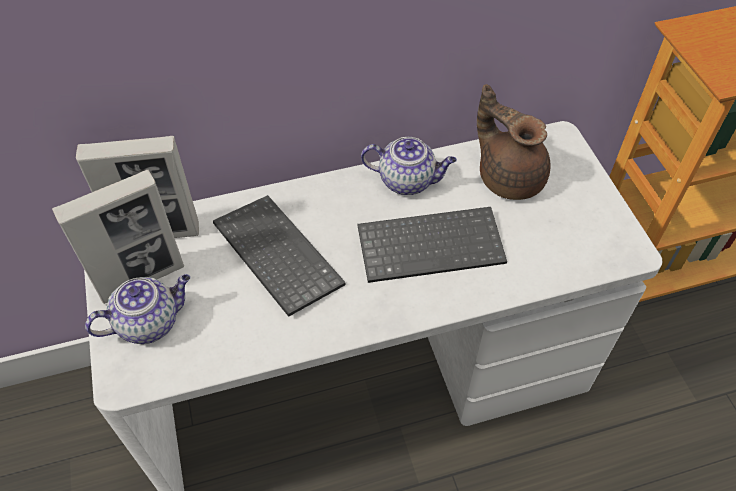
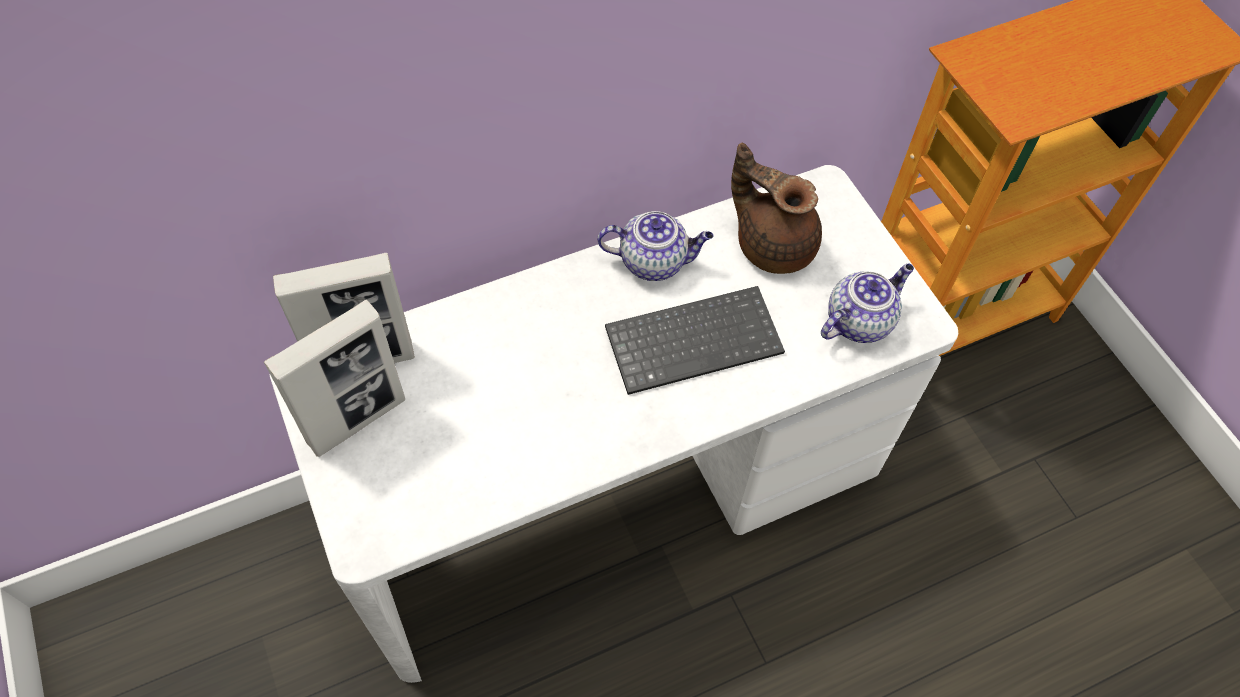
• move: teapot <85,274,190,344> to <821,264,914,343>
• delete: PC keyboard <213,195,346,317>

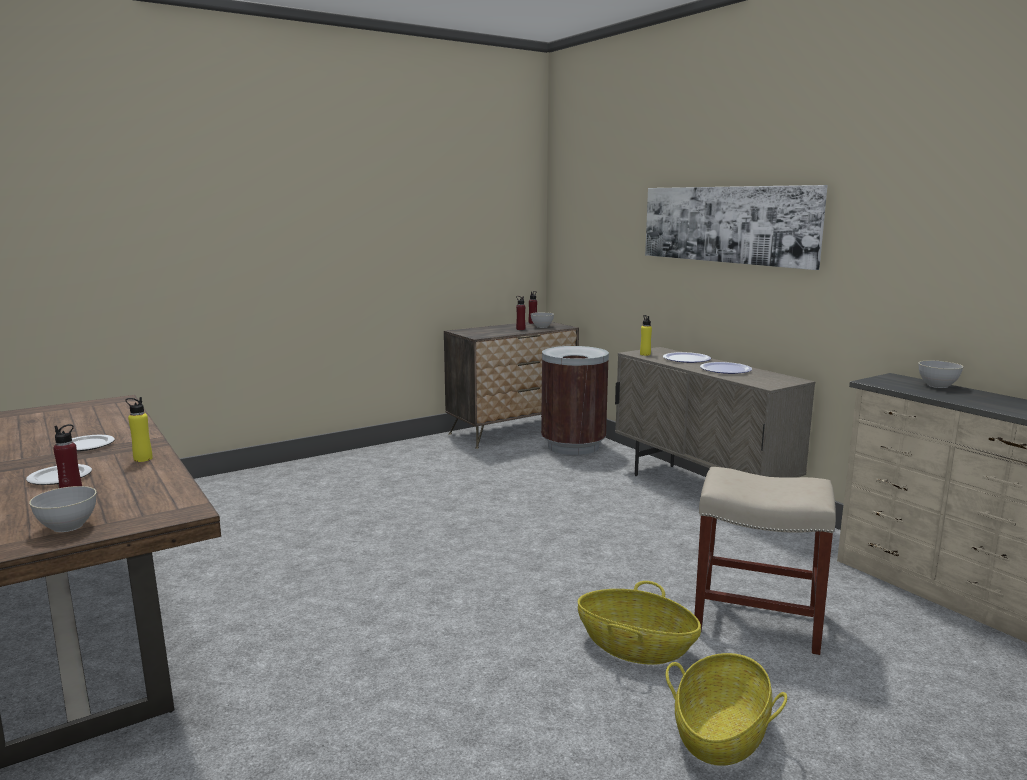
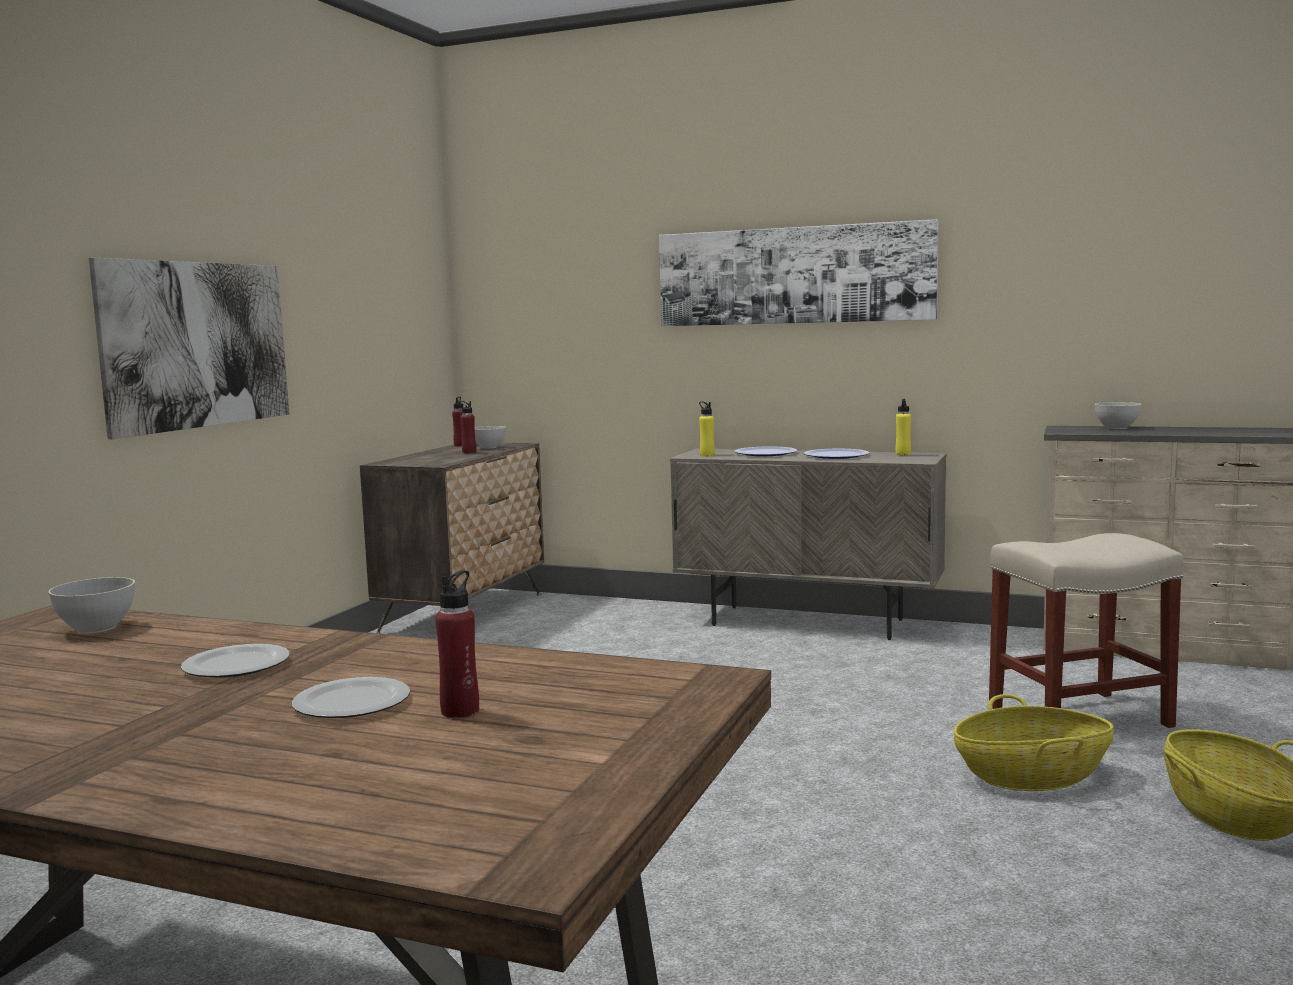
• move: bowl (gray) <29,486,96,532> to <48,577,135,633>
• move: beverage bottle (yellow) <125,397,152,462> to <895,399,911,455>
• delete: trash can (brown) <541,346,609,455>
• insert: wall art <89,258,289,439>

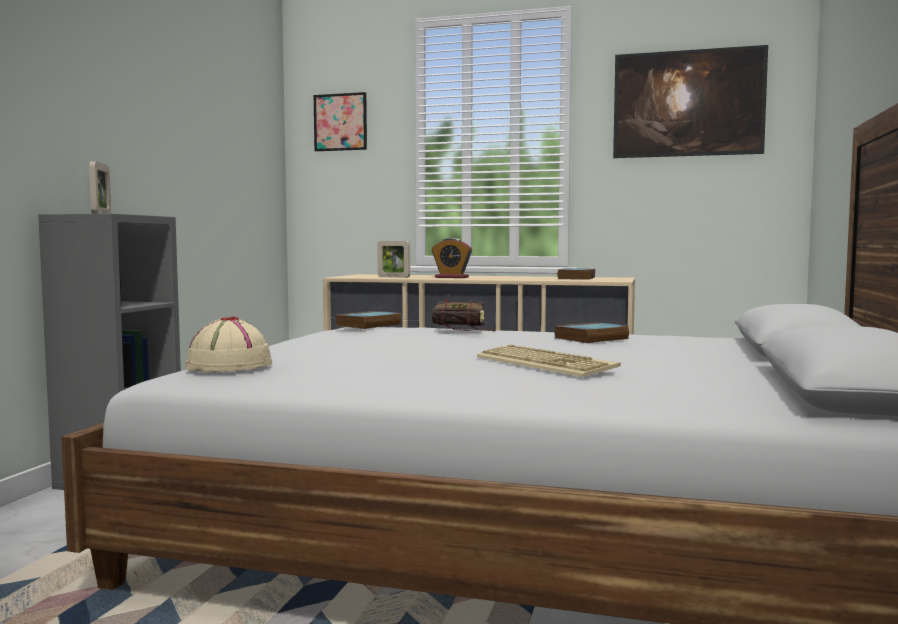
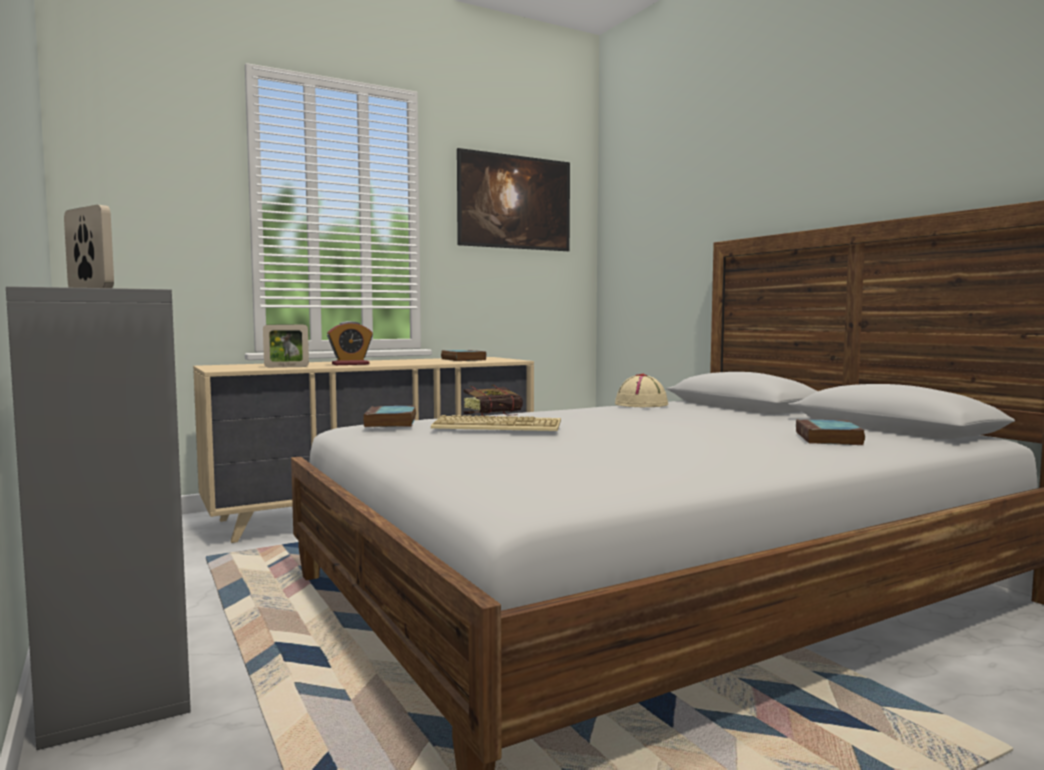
• move: wearable hat (sand-coloured) <185,316,272,372> to <615,374,668,407>
• delete: wall art <314,92,367,151>
• move: PC keyboard <477,345,621,377> to <431,415,561,431>
• move: bound book <555,322,629,343> to <796,419,865,445>

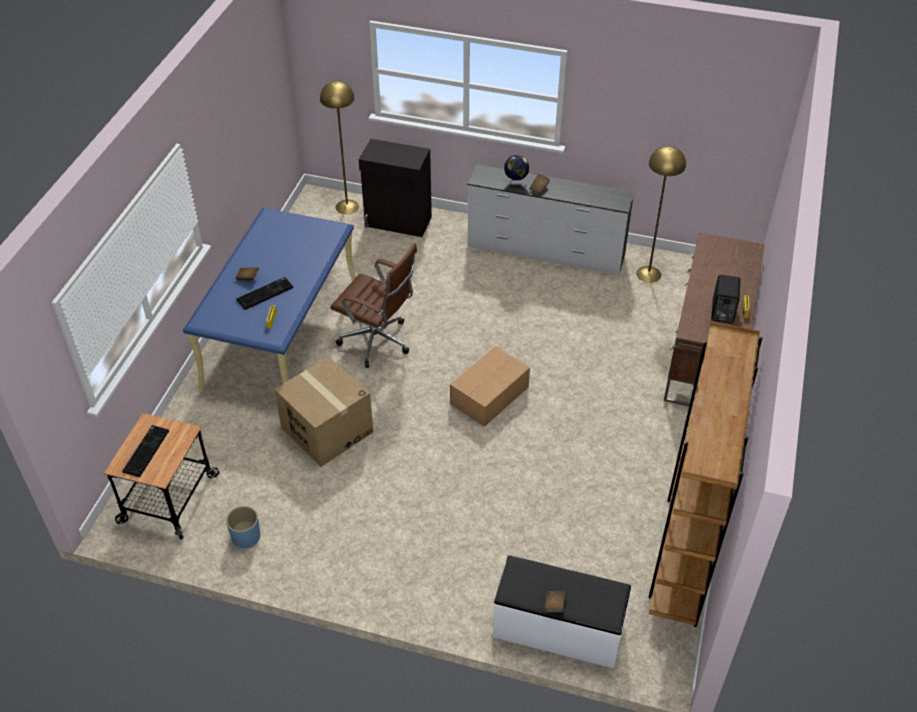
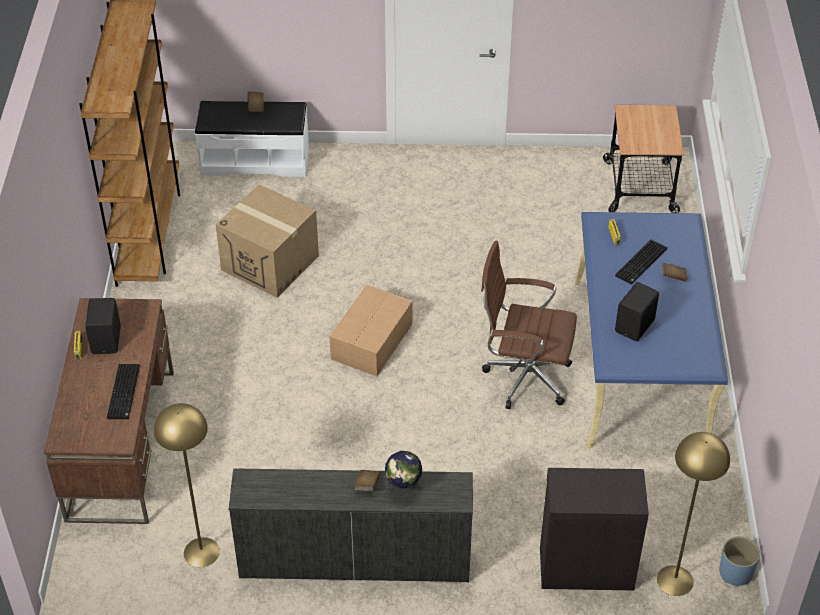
• move: PC keyboard <122,425,169,477> to <107,364,140,419>
• move: plant pot (bluish) <226,506,260,548> to <719,536,760,586>
• move: cardboard box <274,356,373,467> to <216,184,319,298>
• insert: speaker (black-coloured) <615,282,659,341>

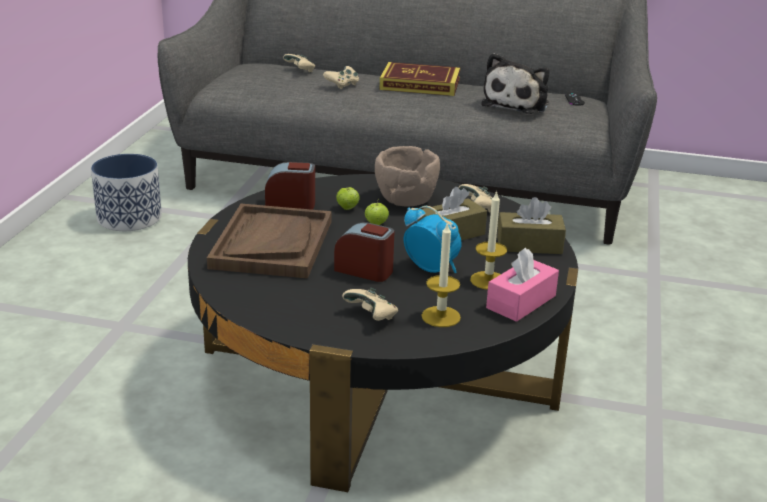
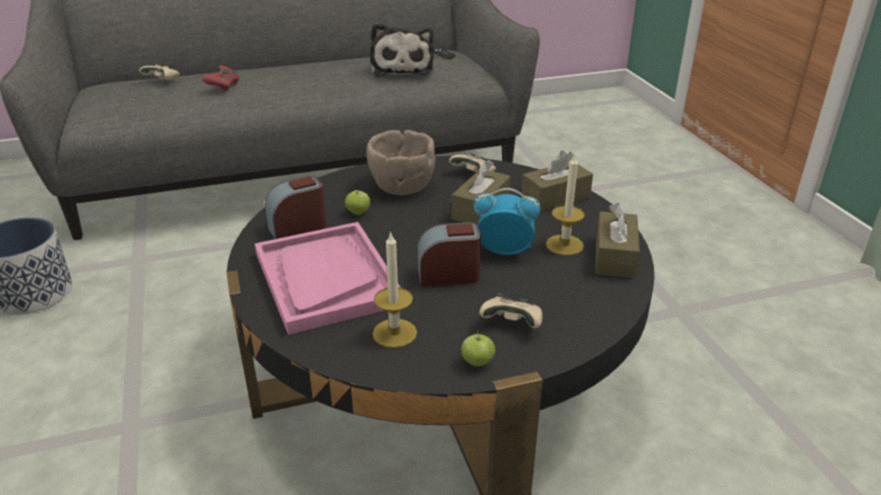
• recolor: tray (brown) <207,204,332,279> to tray (pinkish) <255,222,400,335>
• recolor: game controller (sand-coloured) <323,66,359,89> to game controller (reddish) <202,66,240,91>
• move: whole apple <365,201,389,225> to <461,331,495,366>
• delete: bound book <379,62,460,96>
• move: wax candle <422,222,461,327> to <373,231,417,348>
• recolor: tissue holder (pinkish) <486,247,559,322> to tissue holder (brown) <595,203,640,278>

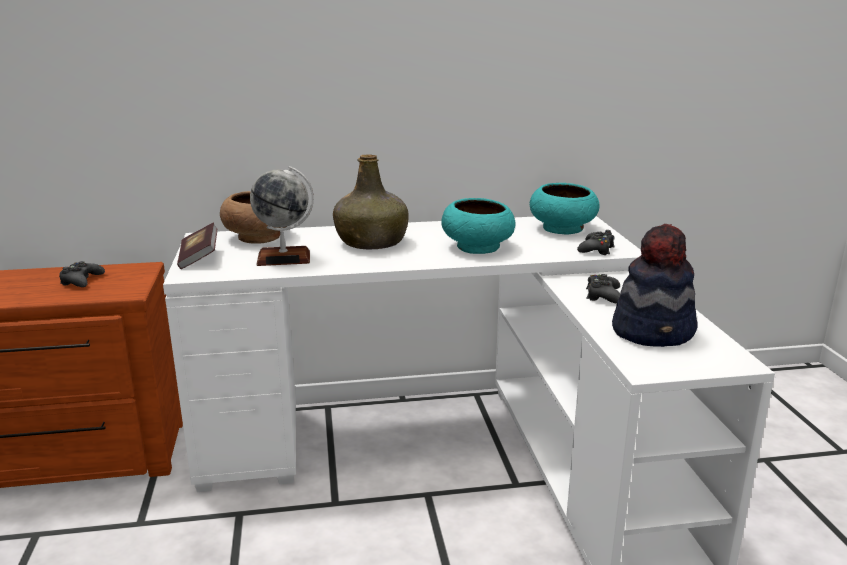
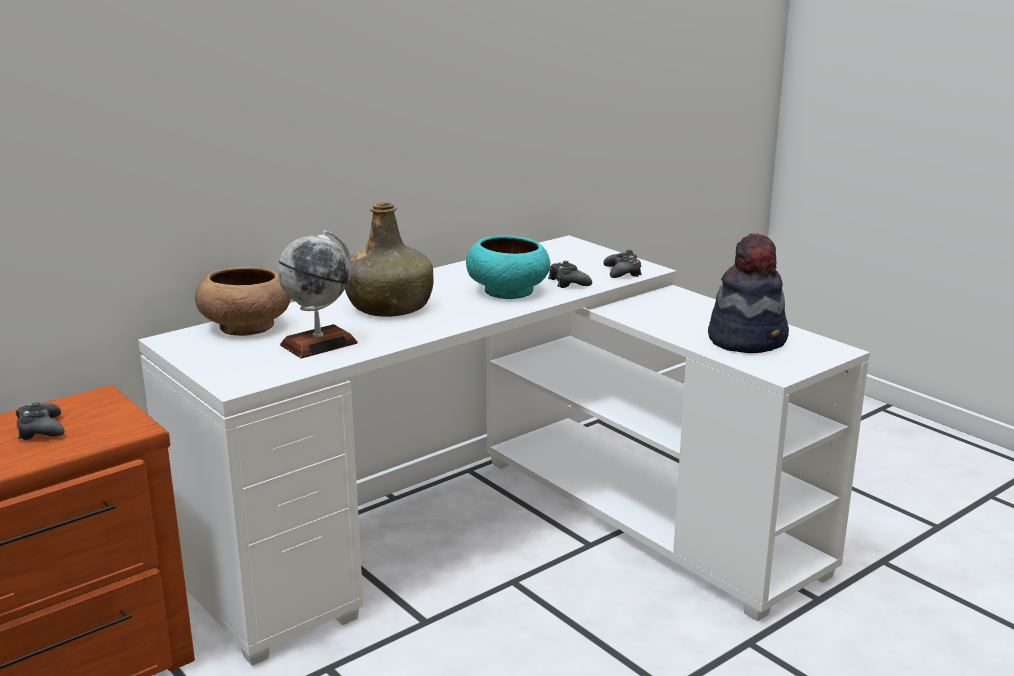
• delete: bound book <177,222,217,269>
• delete: bowl (turquoise) <530,183,600,234>
• move: game controller (black-coloured) <586,274,620,304> to <548,261,592,288>

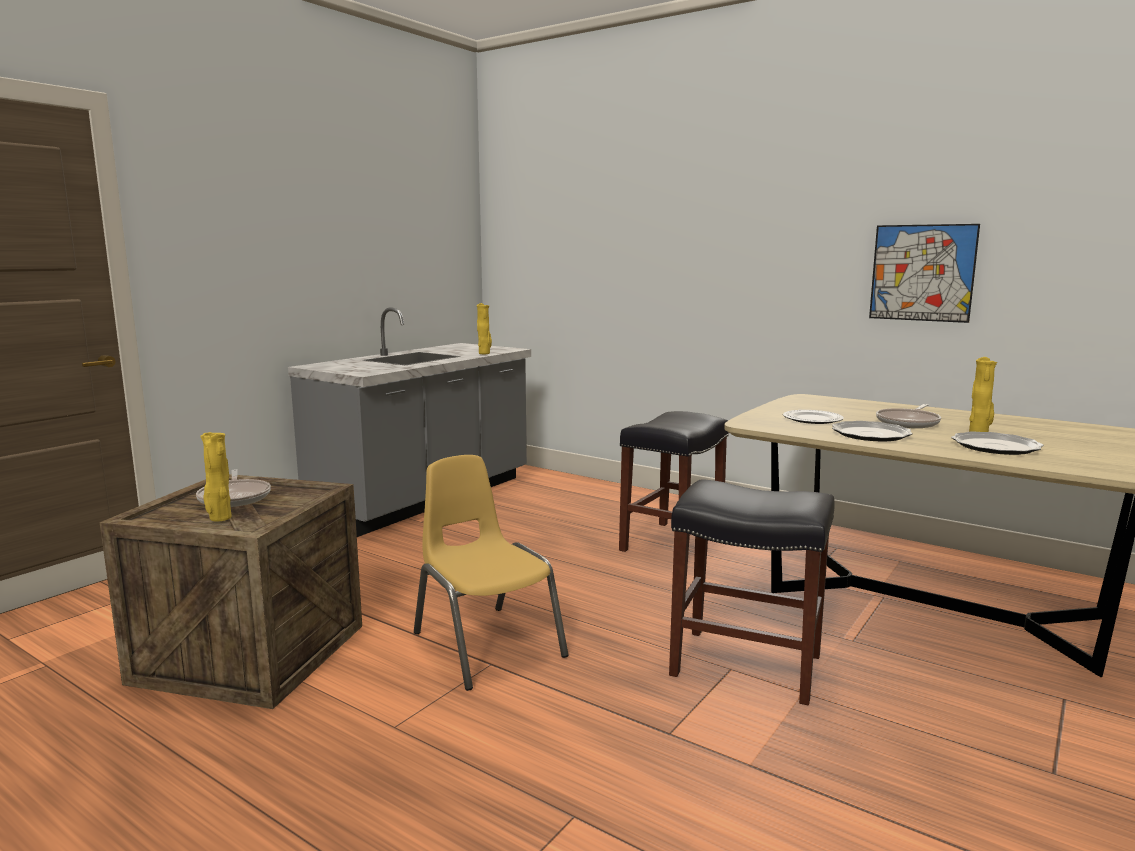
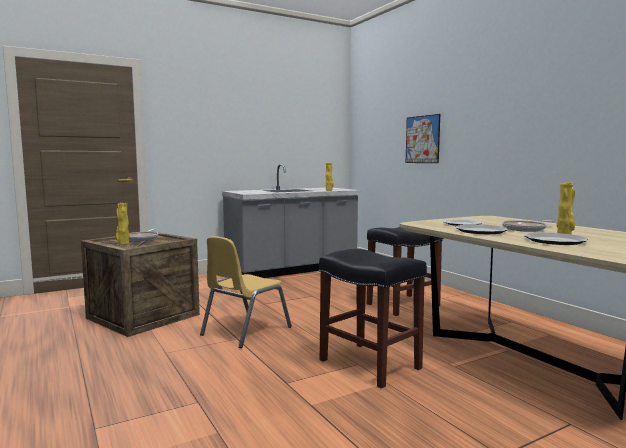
• rotate: plain chair (yellow) <414,455,568,691> = <200,236,292,348> 135 degrees counterclockwise
• move: wall art <869,224,980,323> to <406,114,440,163>

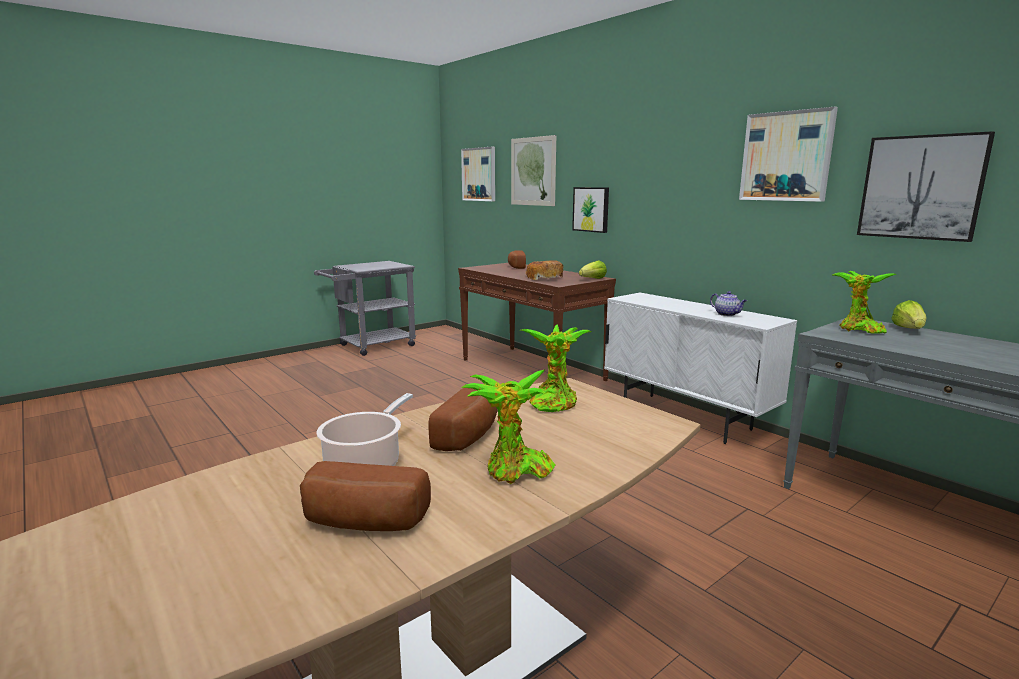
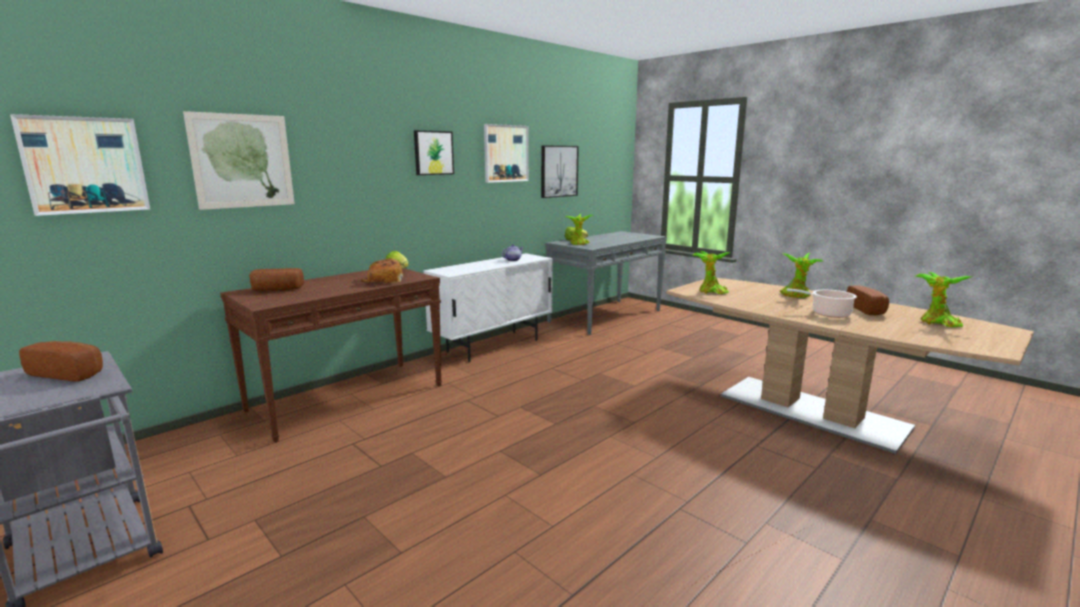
• move: bread <429,388,498,451> to <19,341,103,382>
• move: wall art <572,187,609,233> to <414,130,454,175>
• insert: potted plant <916,272,972,327>

